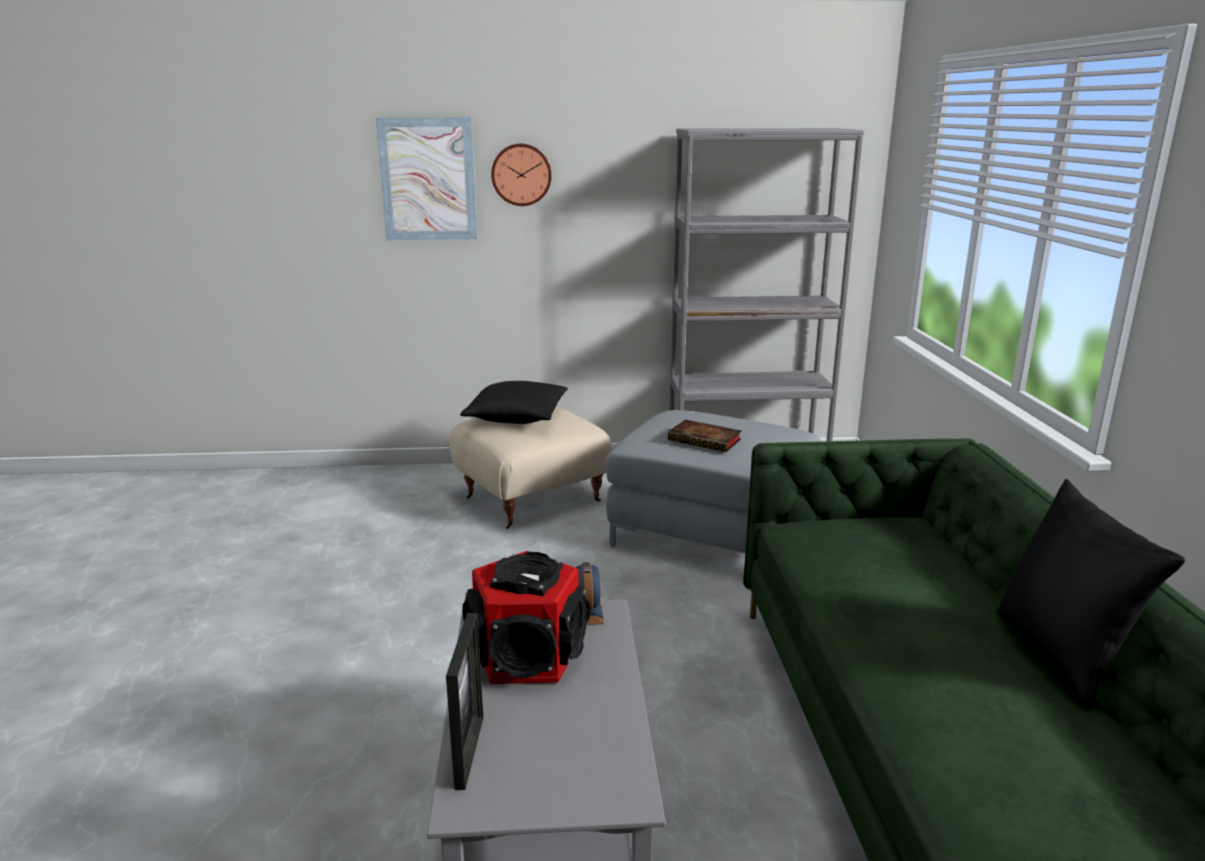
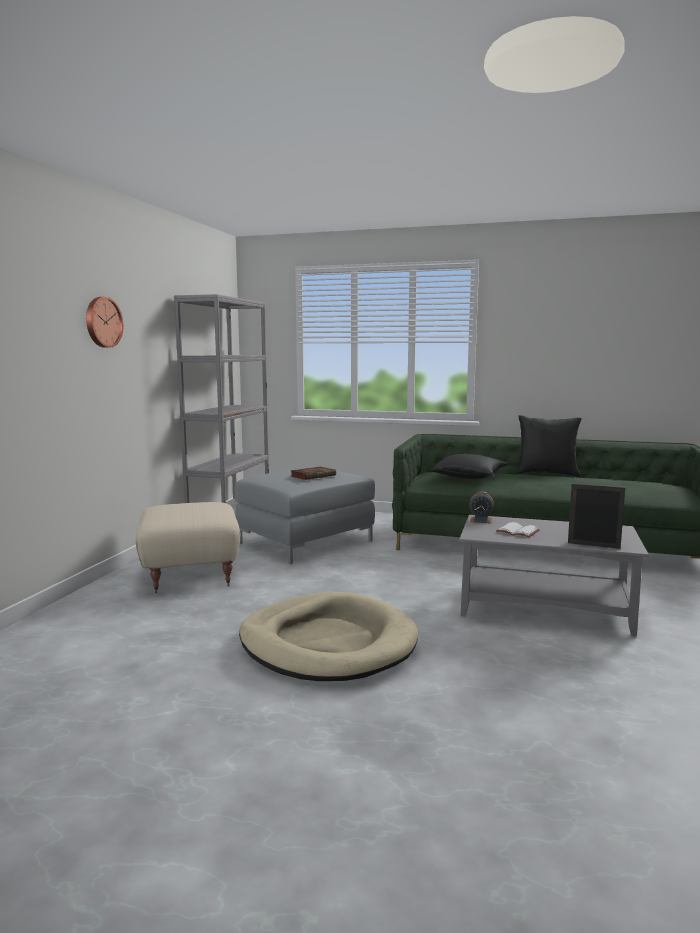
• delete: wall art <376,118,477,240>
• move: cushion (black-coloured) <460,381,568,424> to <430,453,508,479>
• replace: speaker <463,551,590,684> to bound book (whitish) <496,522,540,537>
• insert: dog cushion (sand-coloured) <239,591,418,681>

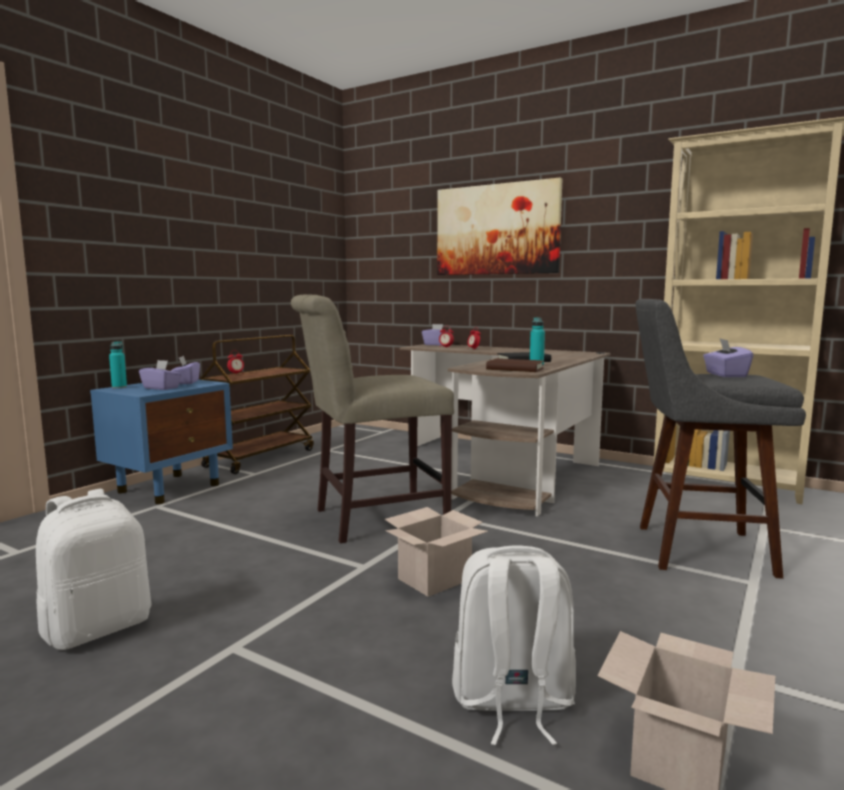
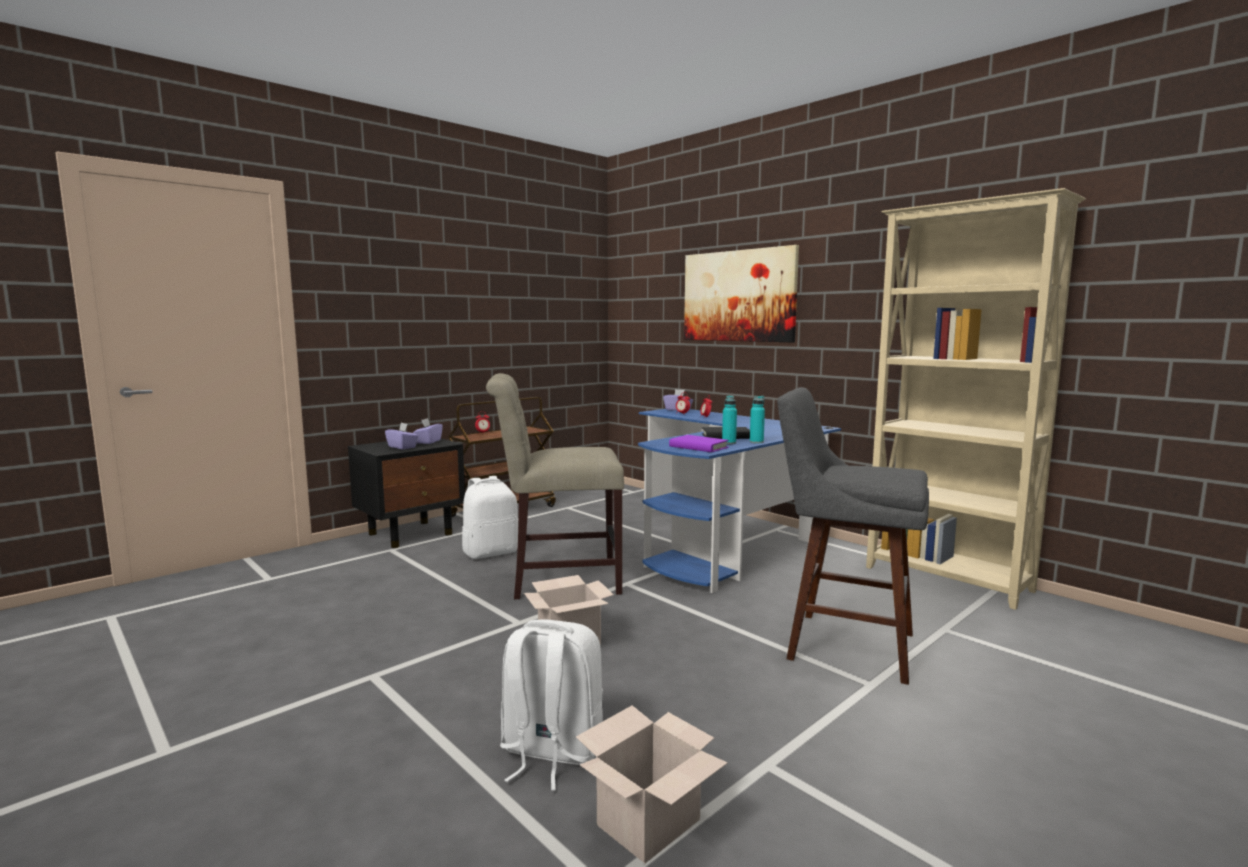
• move: knapsack (whitish) <36,489,151,650> to <462,476,518,559>
• recolor: night table (bluish) <90,379,233,504> to night table (black-coloured) <348,438,465,548>
• move: beverage bottle (turquoise) <109,341,127,389> to <750,396,765,444>
• recolor: desk (brown) <400,344,611,517> to desk (bluish) <638,409,841,593>
• recolor: bound book (brown) <486,358,544,372> to bound book (purple-coloured) <669,435,729,452>
• delete: tissue holder (purple-coloured) <703,339,753,377>

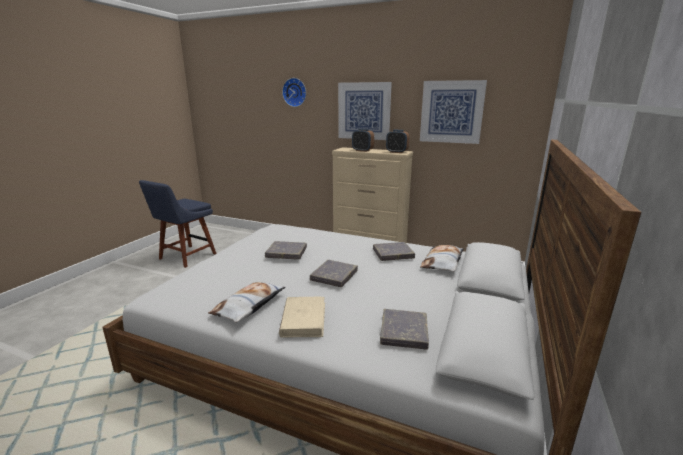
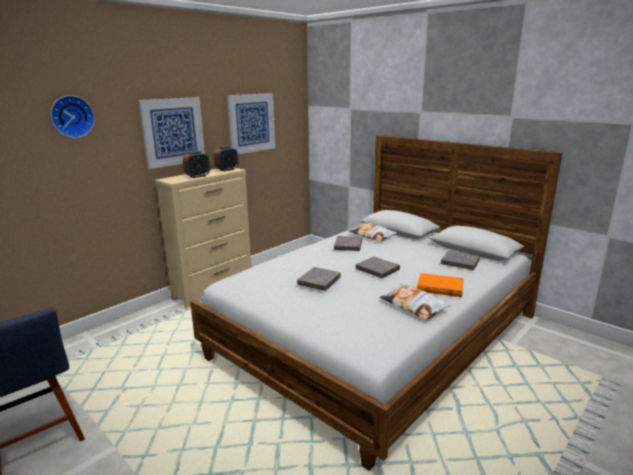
• recolor: bound book (sand-coloured) <279,297,325,338> to bound book (orangey) <417,273,464,297>

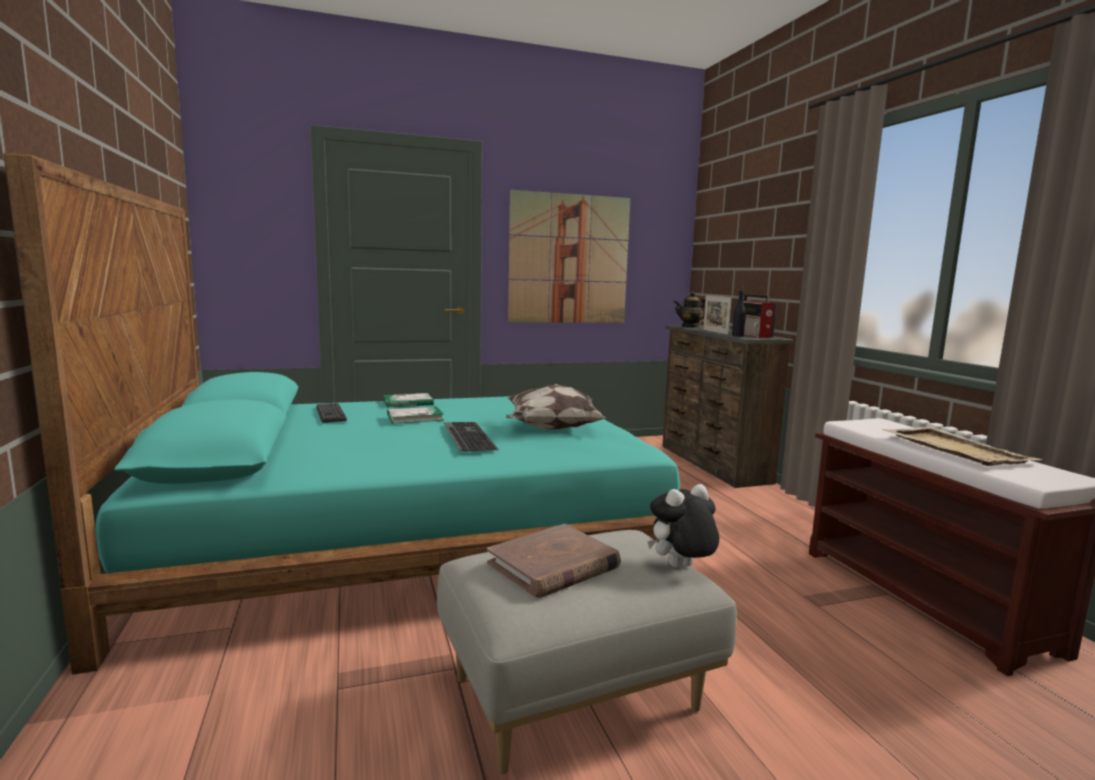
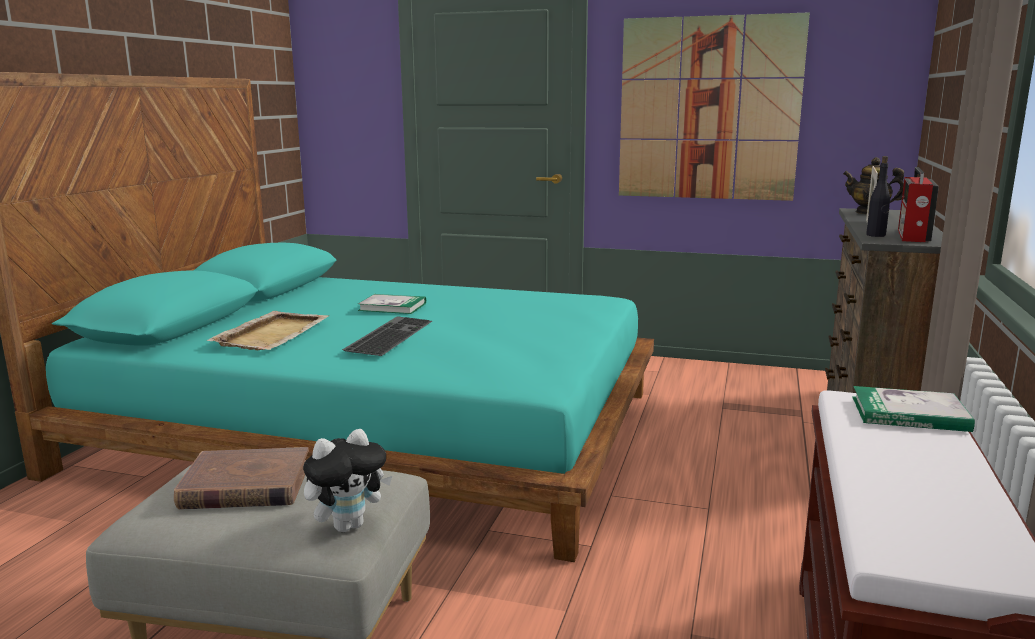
• delete: PC keyboard <316,403,347,423>
• move: bound book <383,393,434,407> to <852,386,975,432>
• delete: cushion <506,384,606,430>
• rotate: plush toy <647,484,719,568> = <303,429,392,532> 135 degrees clockwise
• move: tray (sand-coloured) <881,426,1043,466> to <207,311,329,350>

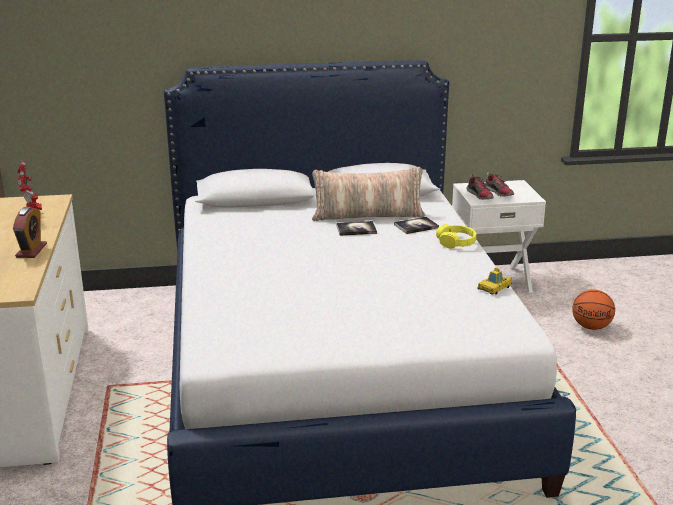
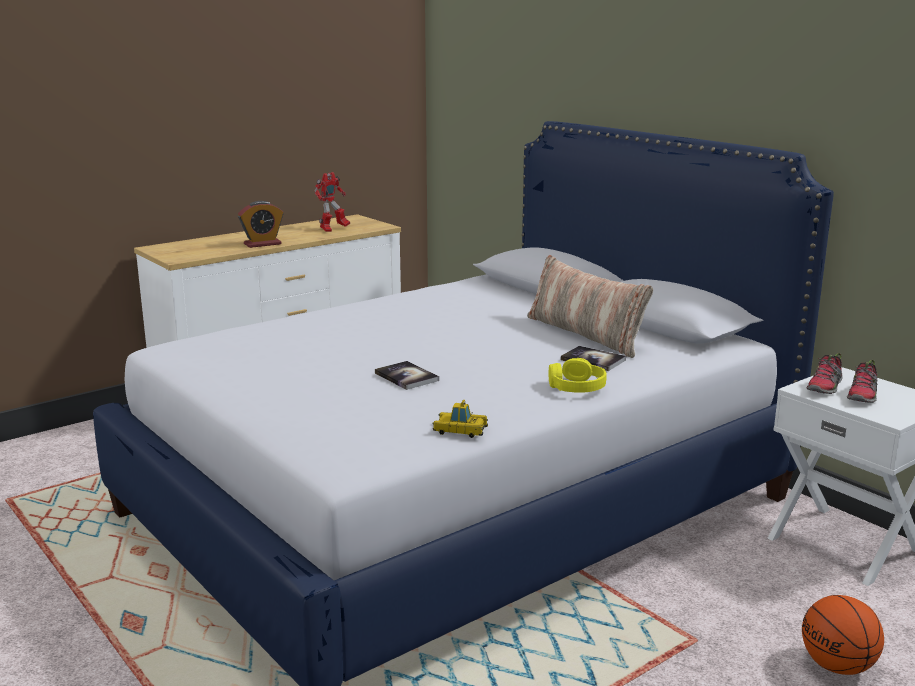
• move: bound book <336,221,377,236> to <375,361,439,390>

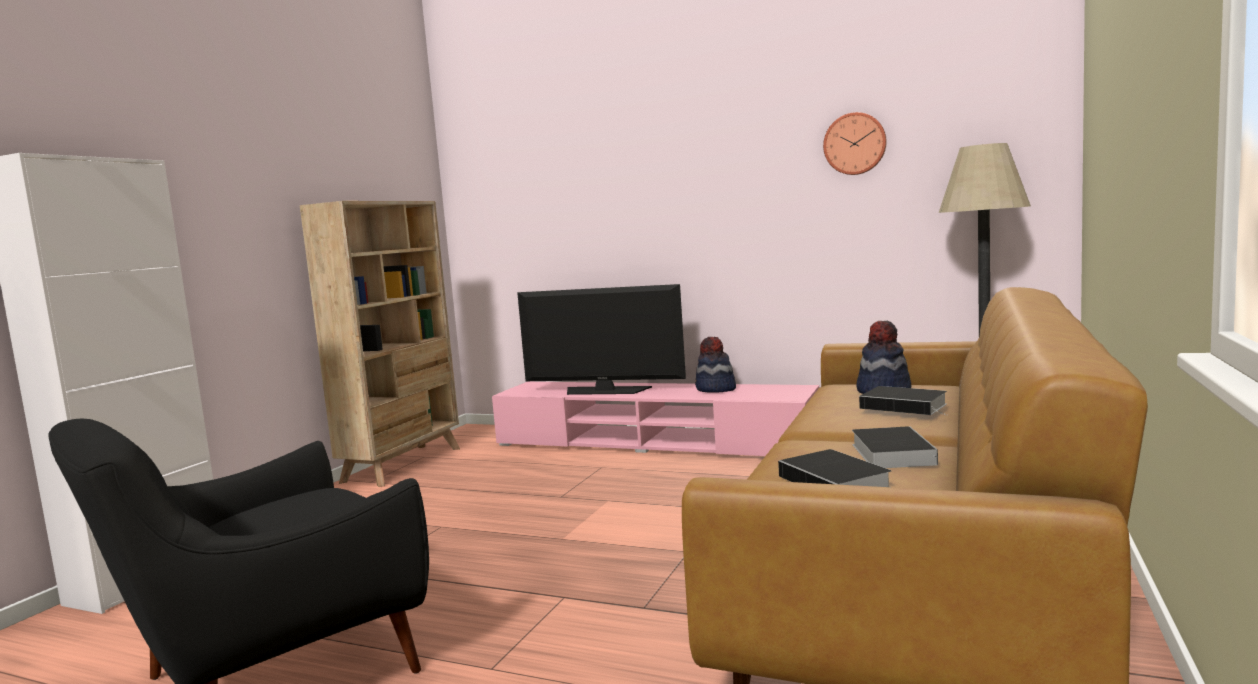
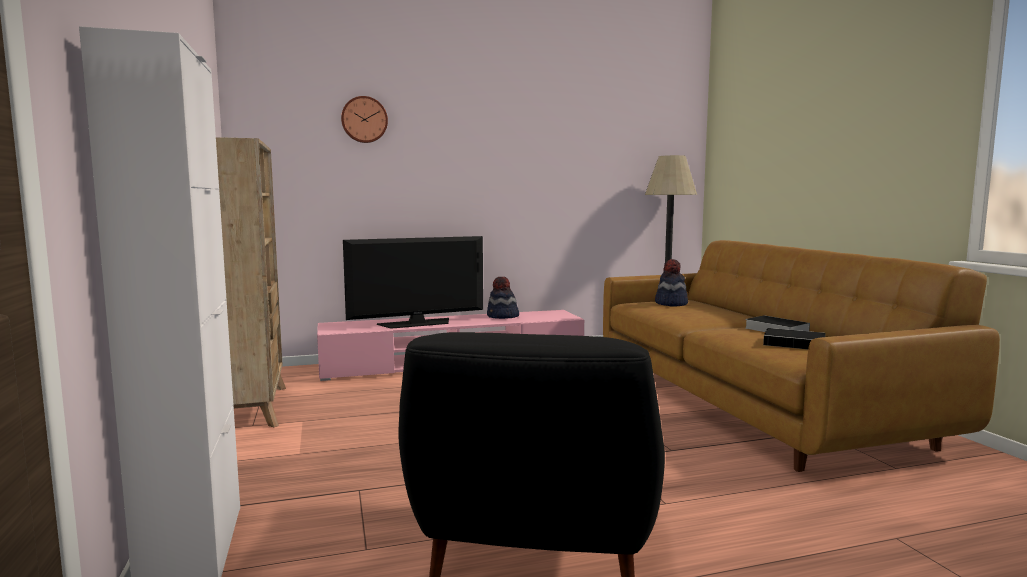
• move: wall clock <823,112,887,175> to <341,96,388,143>
• delete: bound book <859,386,947,416>

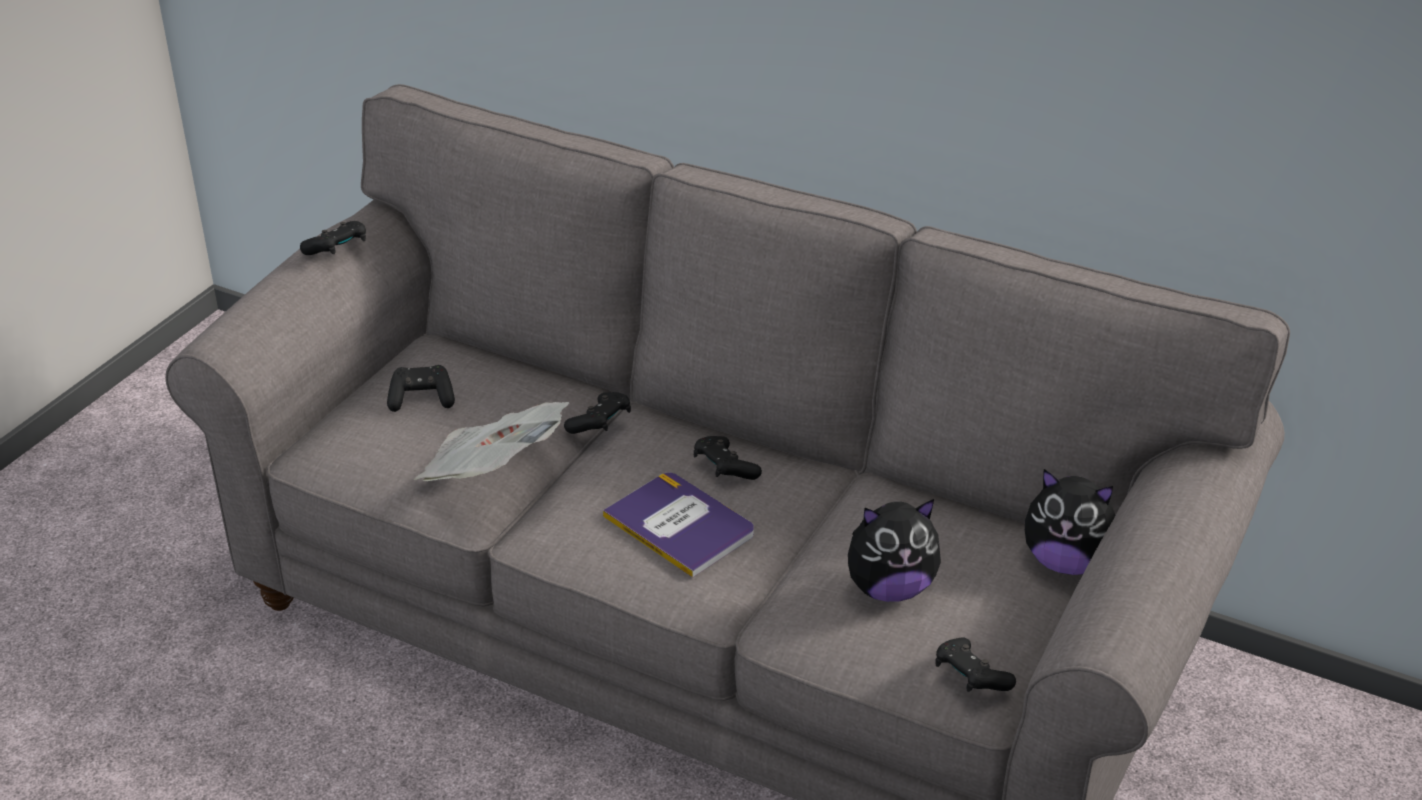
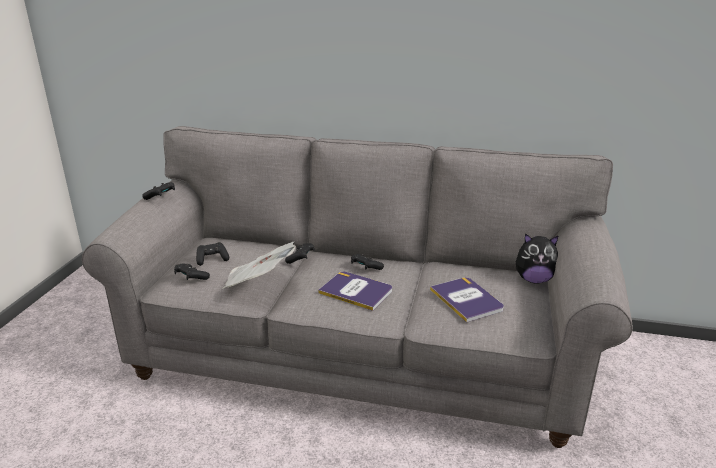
• replace: plush toy <848,499,941,602> to bound book <430,277,504,322>
• move: game controller (black-coloured) <936,637,1016,692> to <174,264,210,280>

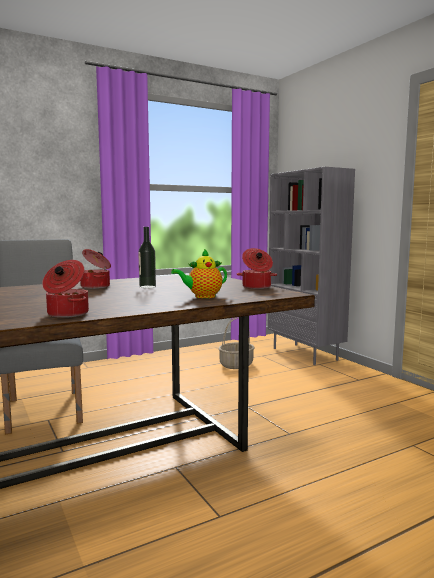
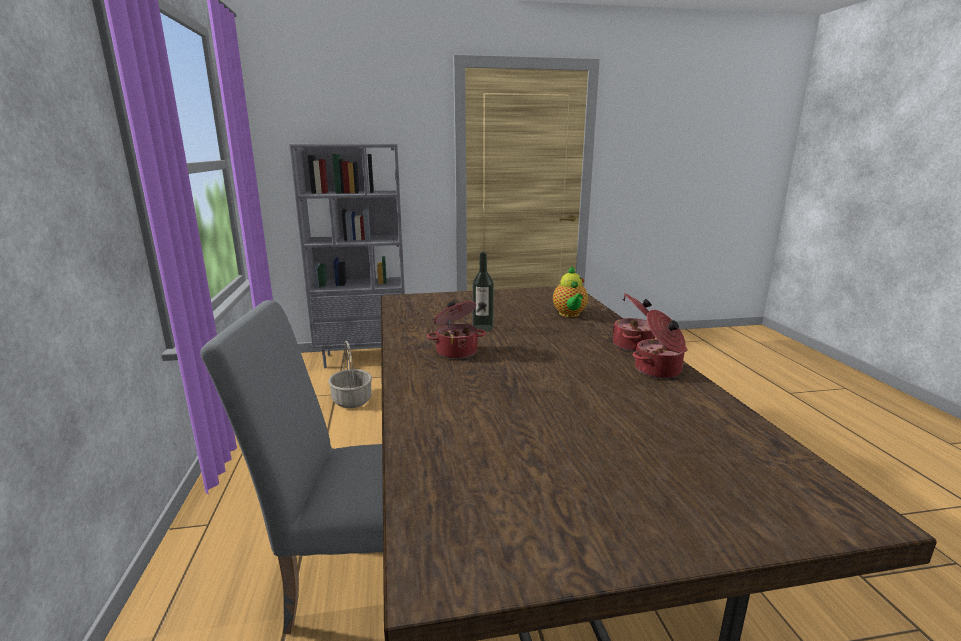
• move: cooking pot <237,248,277,289> to <612,293,655,352>

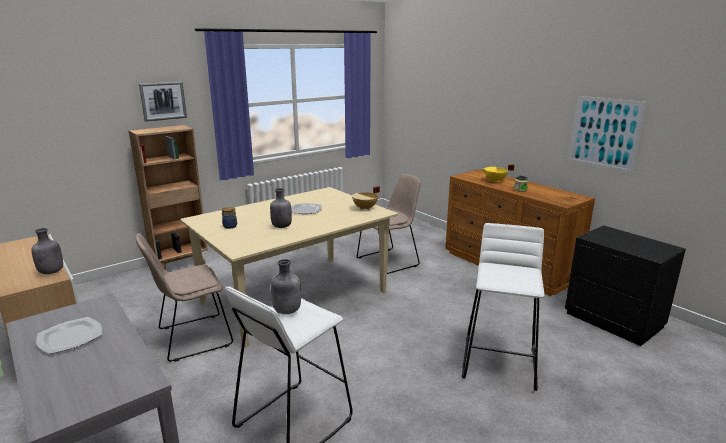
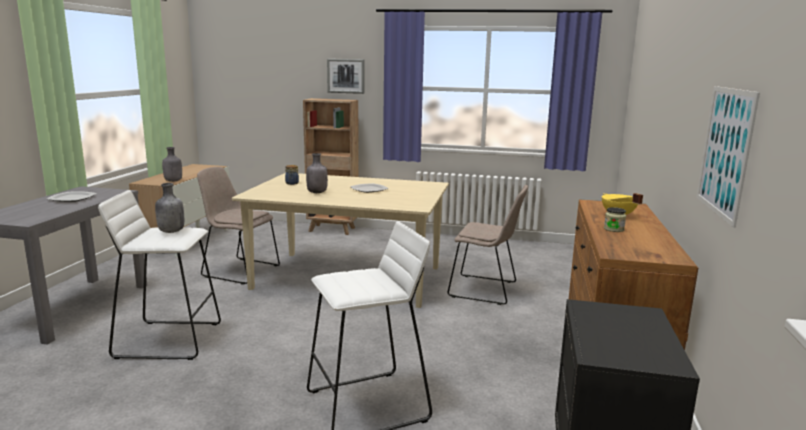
• delete: cooking pot (sand-coloured) <352,186,380,210>

